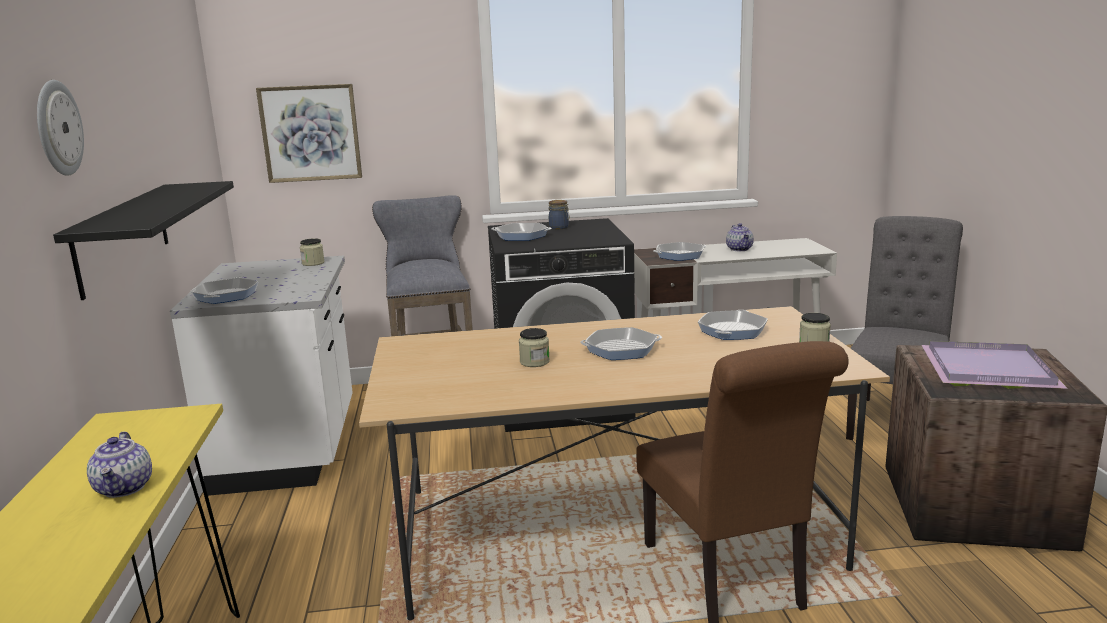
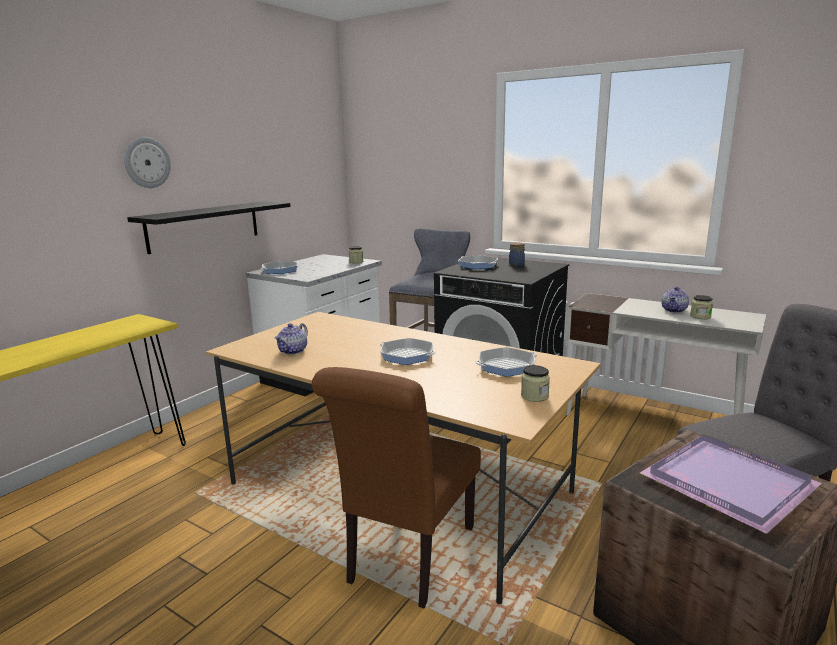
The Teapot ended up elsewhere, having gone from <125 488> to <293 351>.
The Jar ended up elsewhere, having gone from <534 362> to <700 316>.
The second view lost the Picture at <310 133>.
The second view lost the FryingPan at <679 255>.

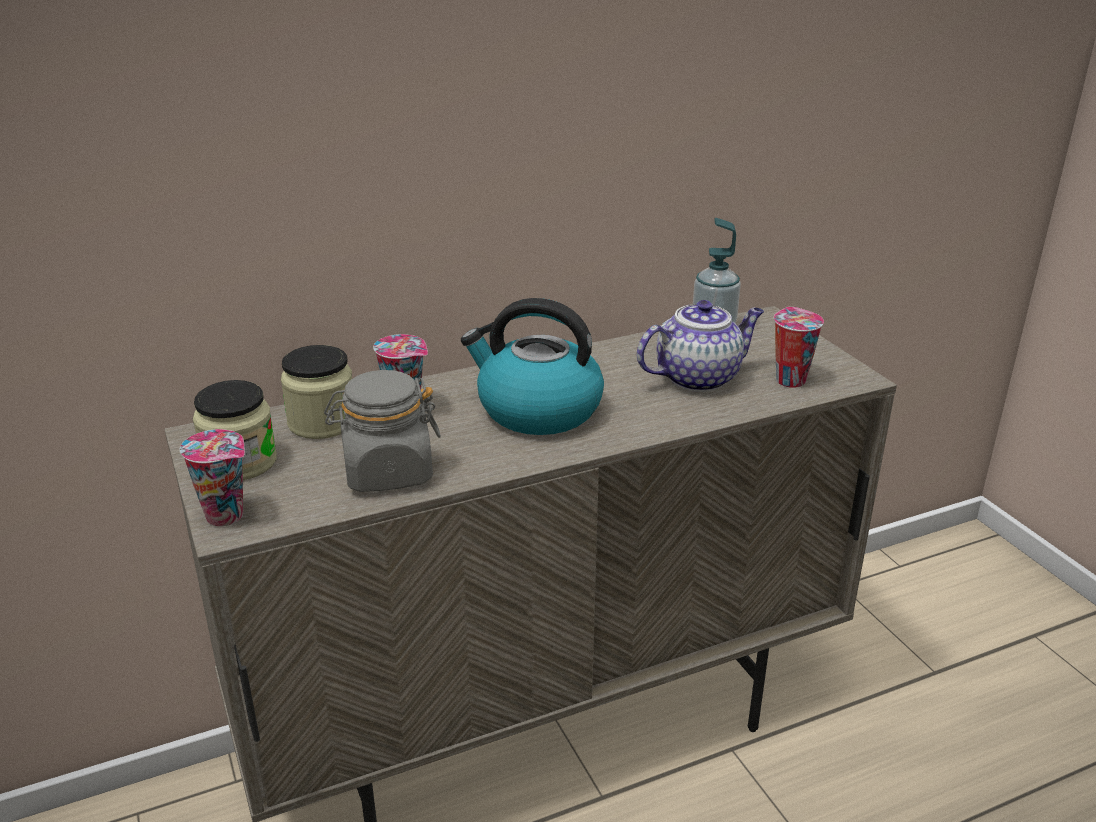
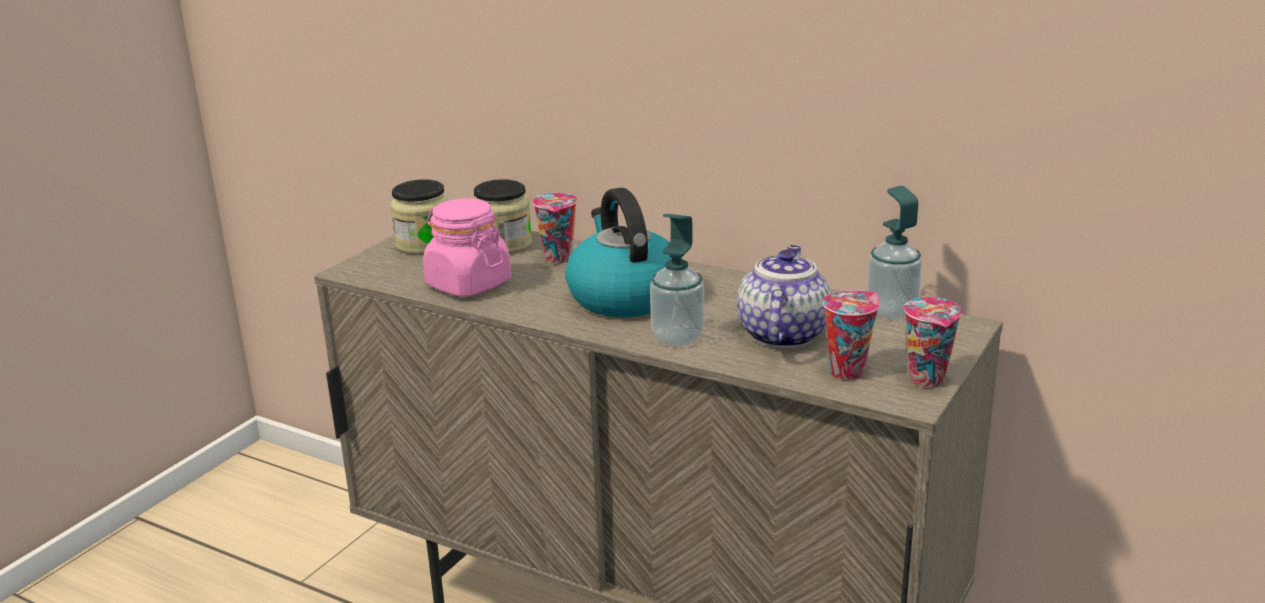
What was the GreyJar at <387 472> turned into the PinkJar at <468 284>.
The second view gained the SoapDispenser at <677 338>.
The Teapot at <698 377> ended up facing another way, 105 degrees counterclockwise from before.
The Cup ended up elsewhere, having gone from <228 516> to <929 380>.

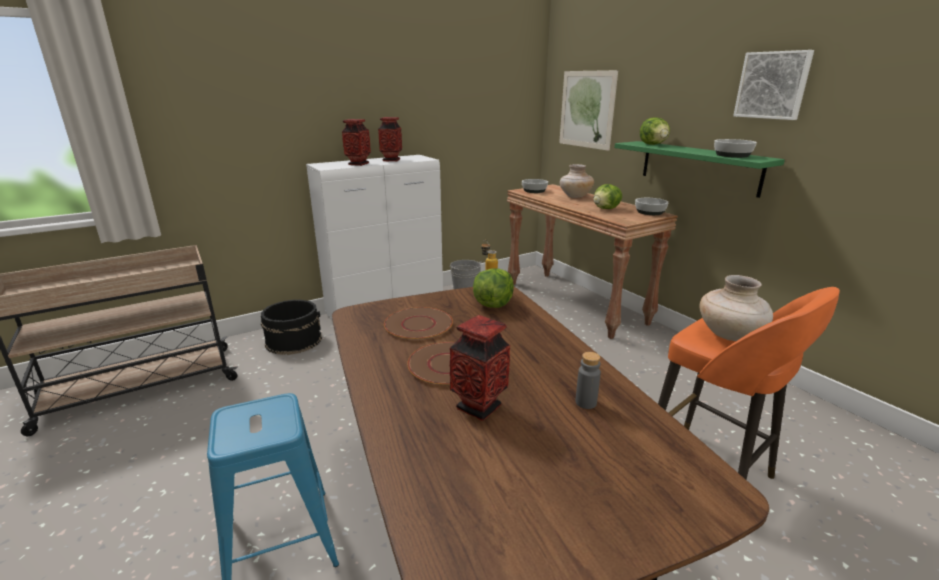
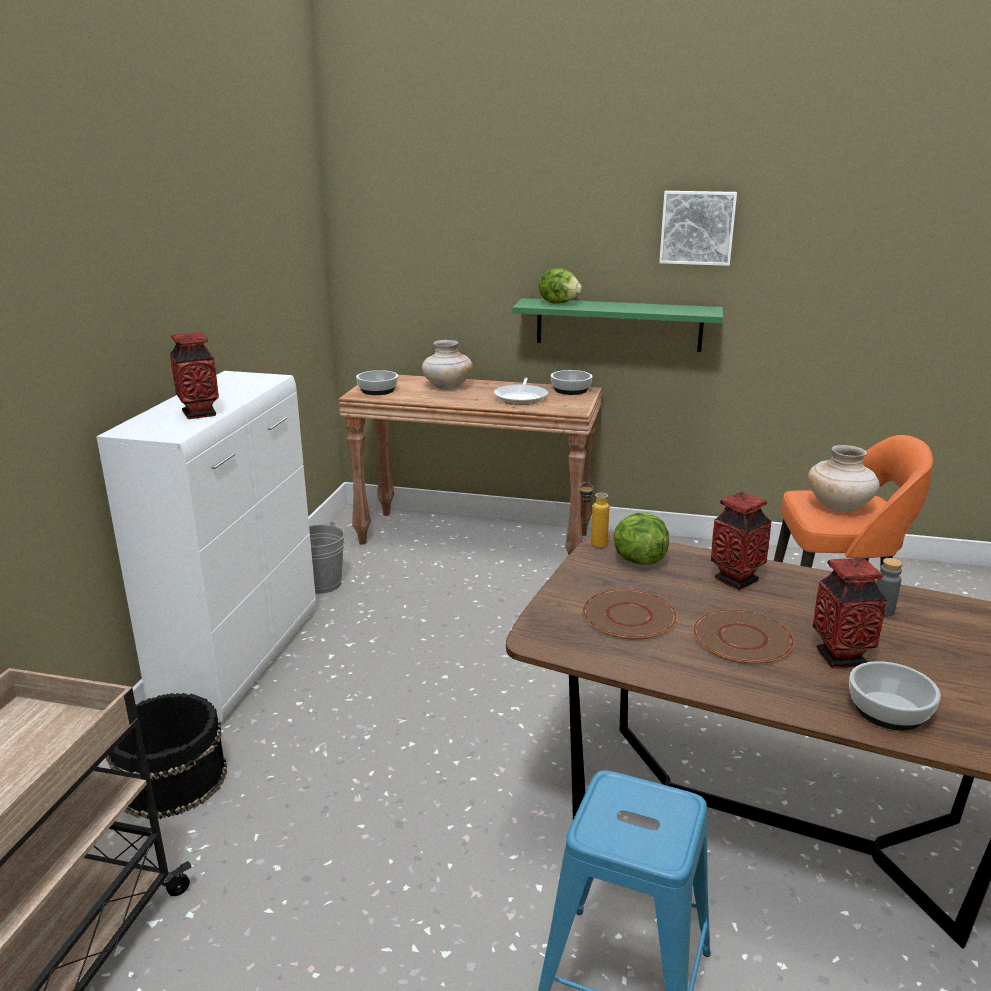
Where the Lettuce stood at <606 209>, the FryingPan came to stand at <521 397>.
The Vase ended up elsewhere, having gone from <391 160> to <736 580>.
The Bowl ended up elsewhere, having gone from <732 155> to <889 711>.
The second view lost the Picture at <586 109>.

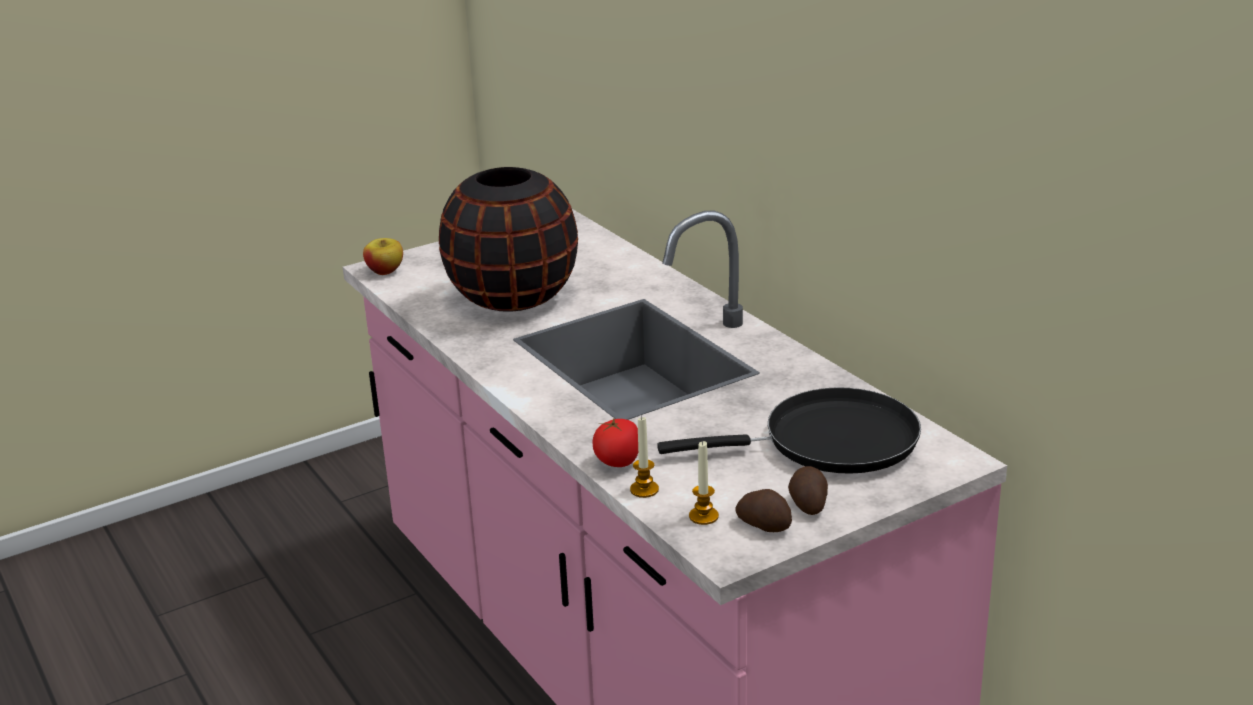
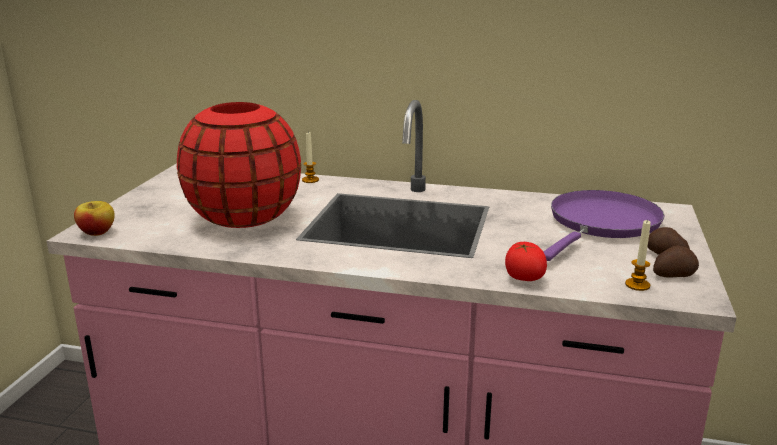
What was the BlackVase at <513 298> turned into the RedVase at <244 217>.
The Candle ended up elsewhere, having gone from <644 490> to <310 180>.
What was the BlackFryingPan at <829 442> turned into the PurpleFryingPan at <601 224>.

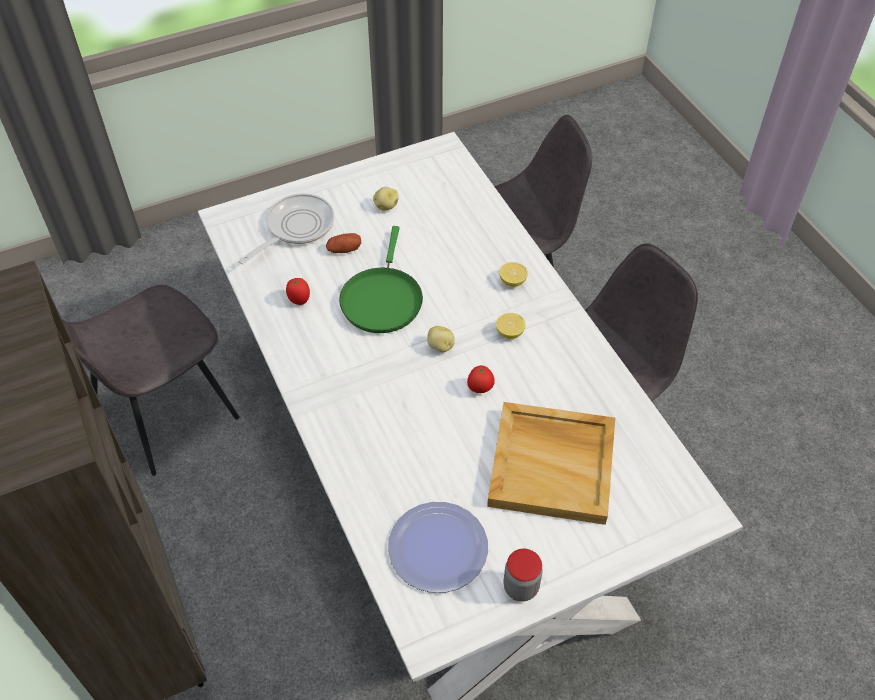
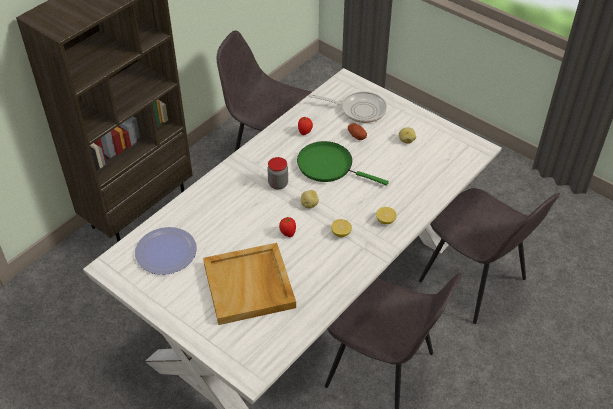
The Jar ended up elsewhere, having gone from <521 587> to <278 184>.
The GreenFryingPan at <382 299> ended up facing another way, 45 degrees clockwise from before.

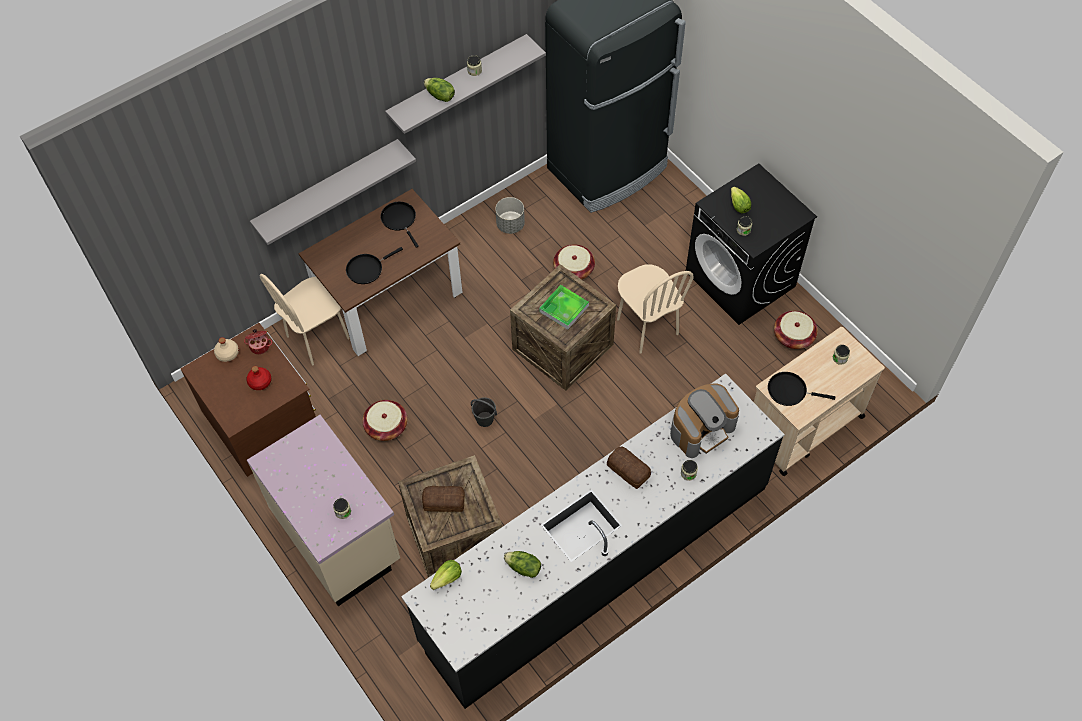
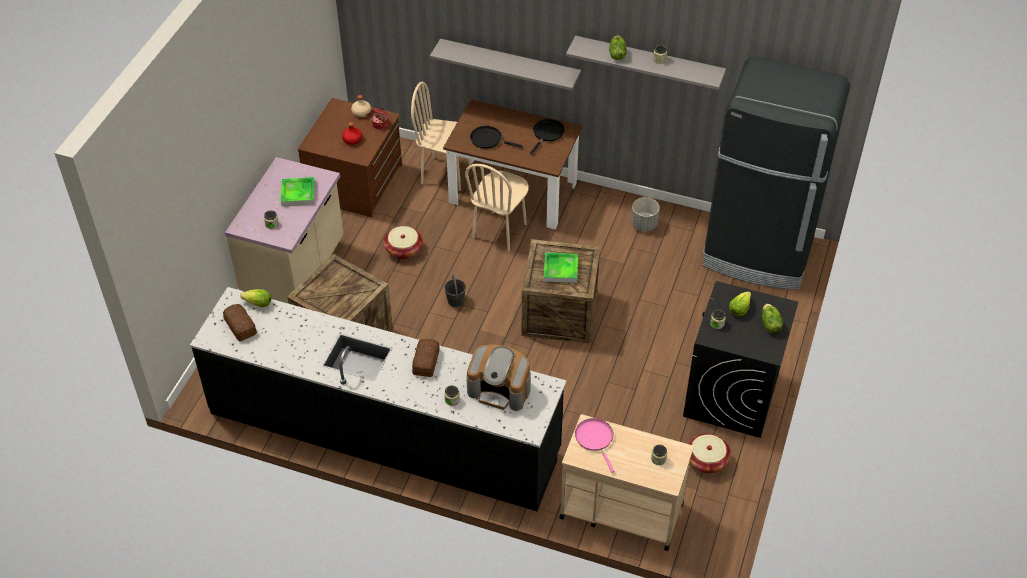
The Bread ended up elsewhere, having gone from <443 501> to <240 326>.
The second view gained the Tray at <298 193>.
The BeigeChair ended up elsewhere, having gone from <647 327> to <500 231>.
What was the BlackFryingPan at <790 391> turned into the PinkFryingPan at <595 439>.
The Lettuce ended up elsewhere, having gone from <523 568> to <769 324>.
The second view lost the Basket at <573 269>.

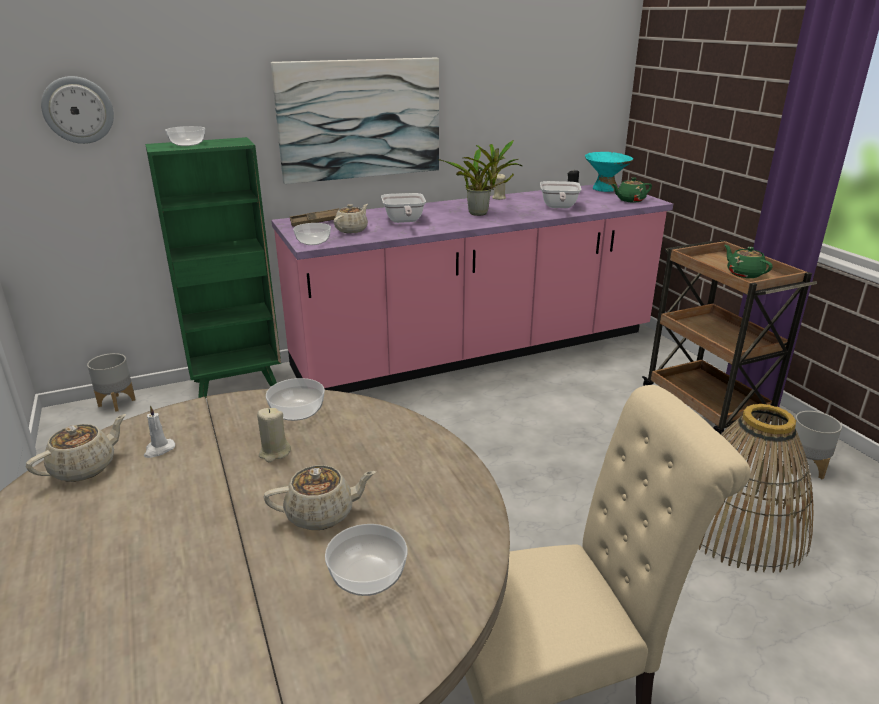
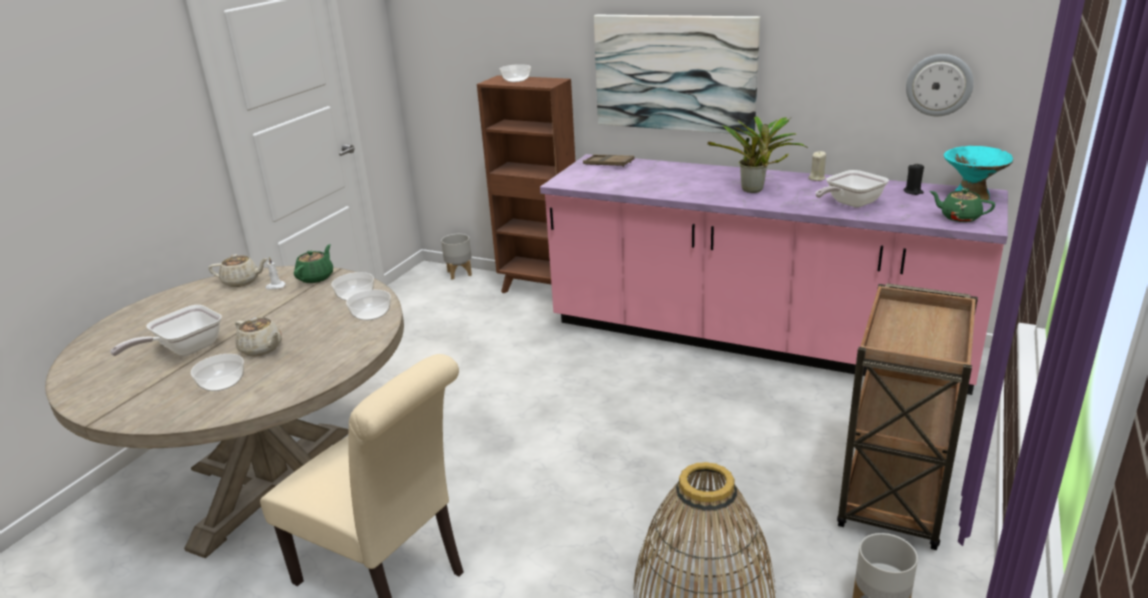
The FryingPan ended up elsewhere, having gone from <403 221> to <184 350>.
The GreenTeapot ended up elsewhere, having gone from <744 274> to <316 277>.
The Bowl ended up elsewhere, having gone from <314 242> to <371 314>.
What was the GreenBookcase at <237 383> turned into the BrownBookcase at <540 289>.
The WallClock ended up elsewhere, having gone from <78 110> to <939 85>.
The second view lost the BeigeCandle at <274 453>.
The second view lost the BeigeTeapot at <352 230>.

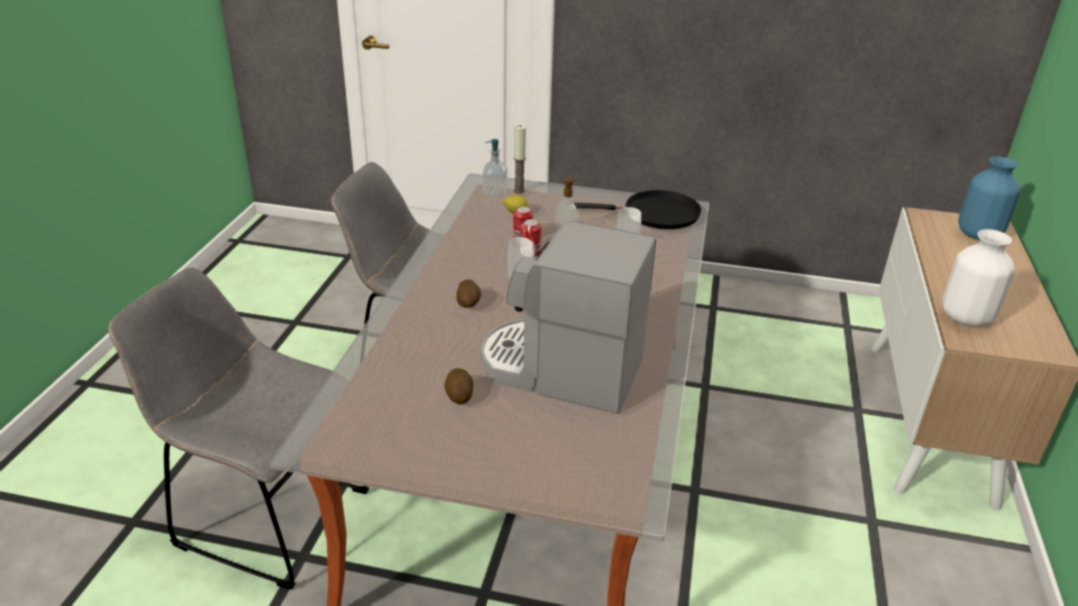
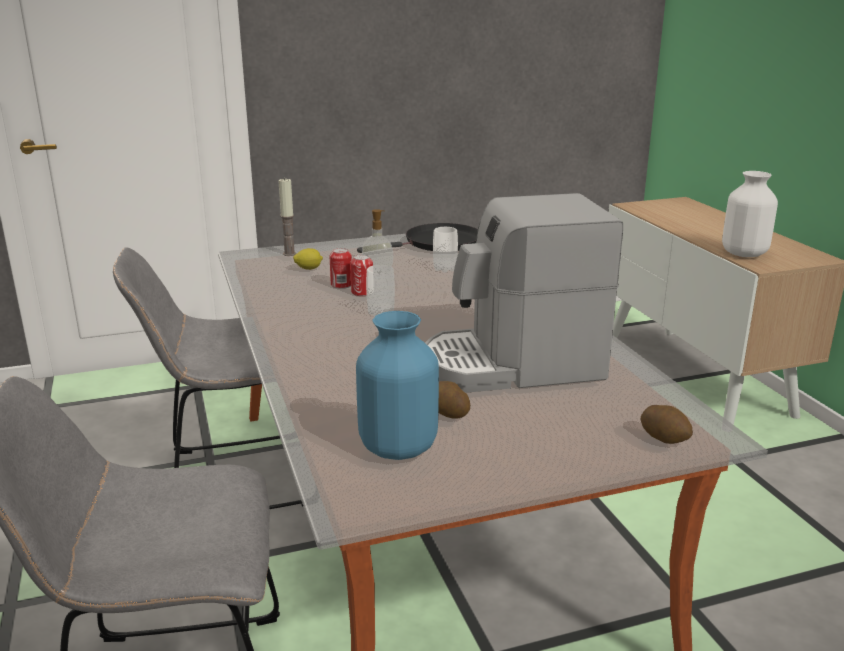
The BlueVase ended up elsewhere, having gone from <978 235> to <398 448>.
The Potato ended up elsewhere, having gone from <468 303> to <664 438>.
The second view lost the SoapDispenser at <495 191>.

